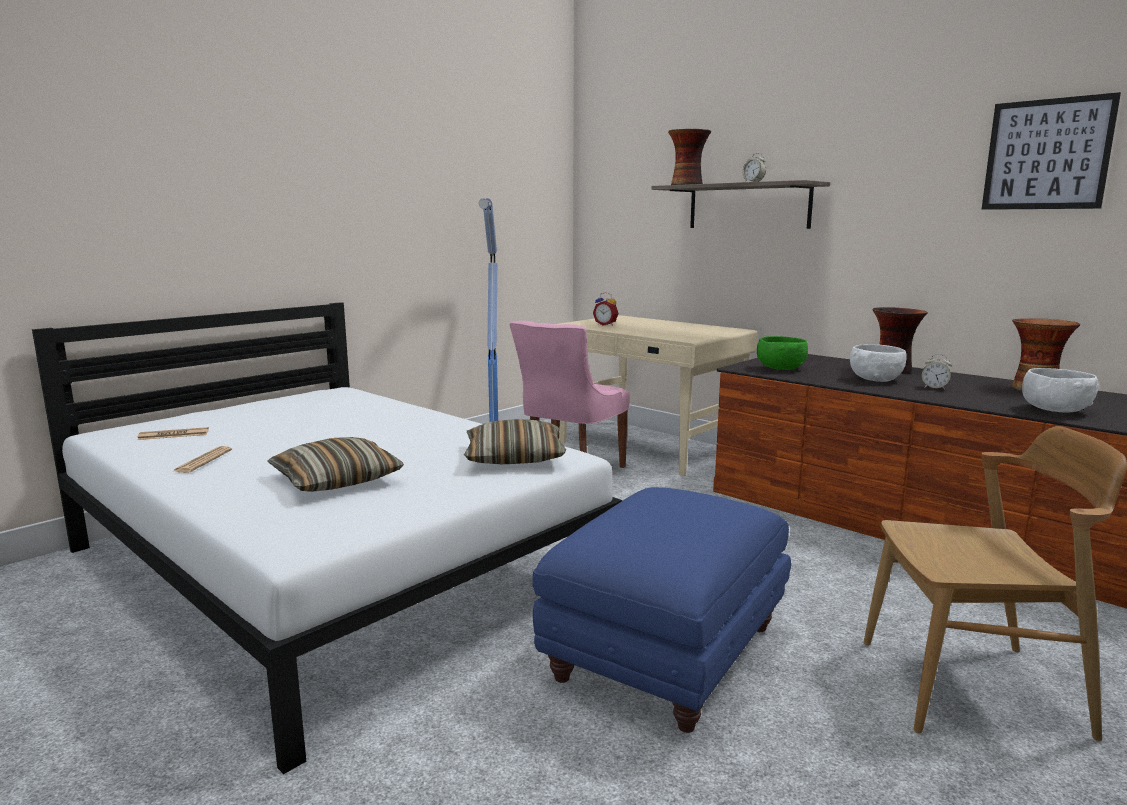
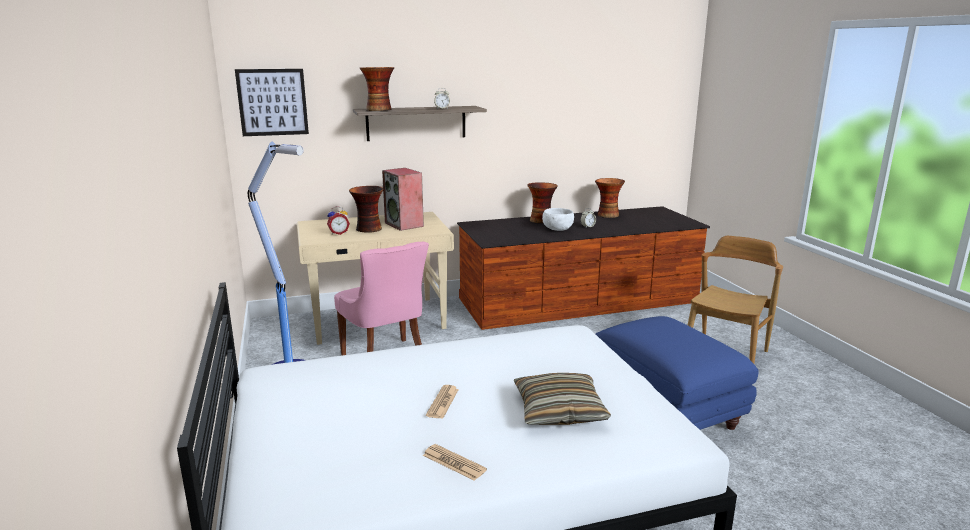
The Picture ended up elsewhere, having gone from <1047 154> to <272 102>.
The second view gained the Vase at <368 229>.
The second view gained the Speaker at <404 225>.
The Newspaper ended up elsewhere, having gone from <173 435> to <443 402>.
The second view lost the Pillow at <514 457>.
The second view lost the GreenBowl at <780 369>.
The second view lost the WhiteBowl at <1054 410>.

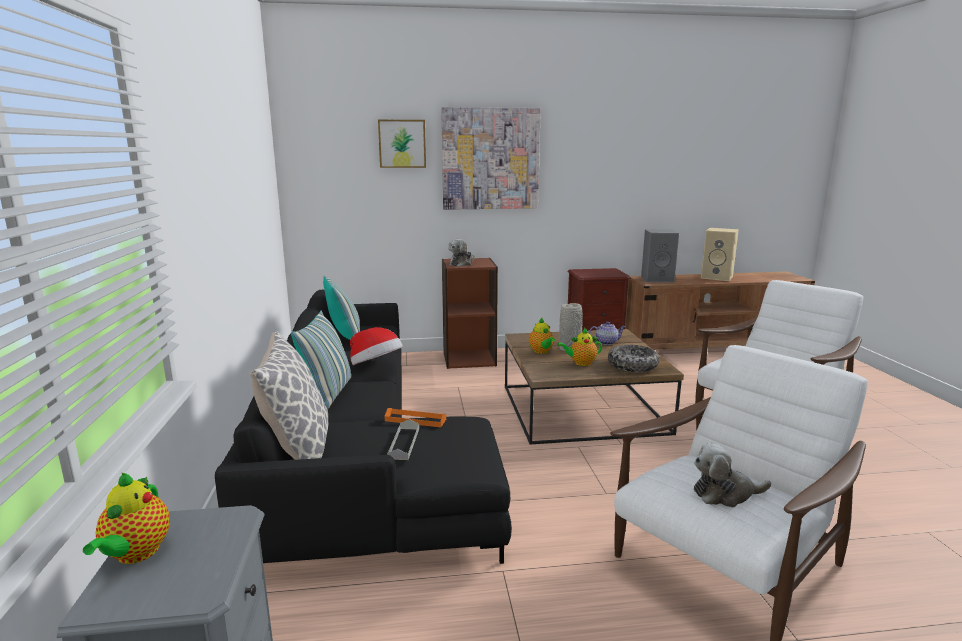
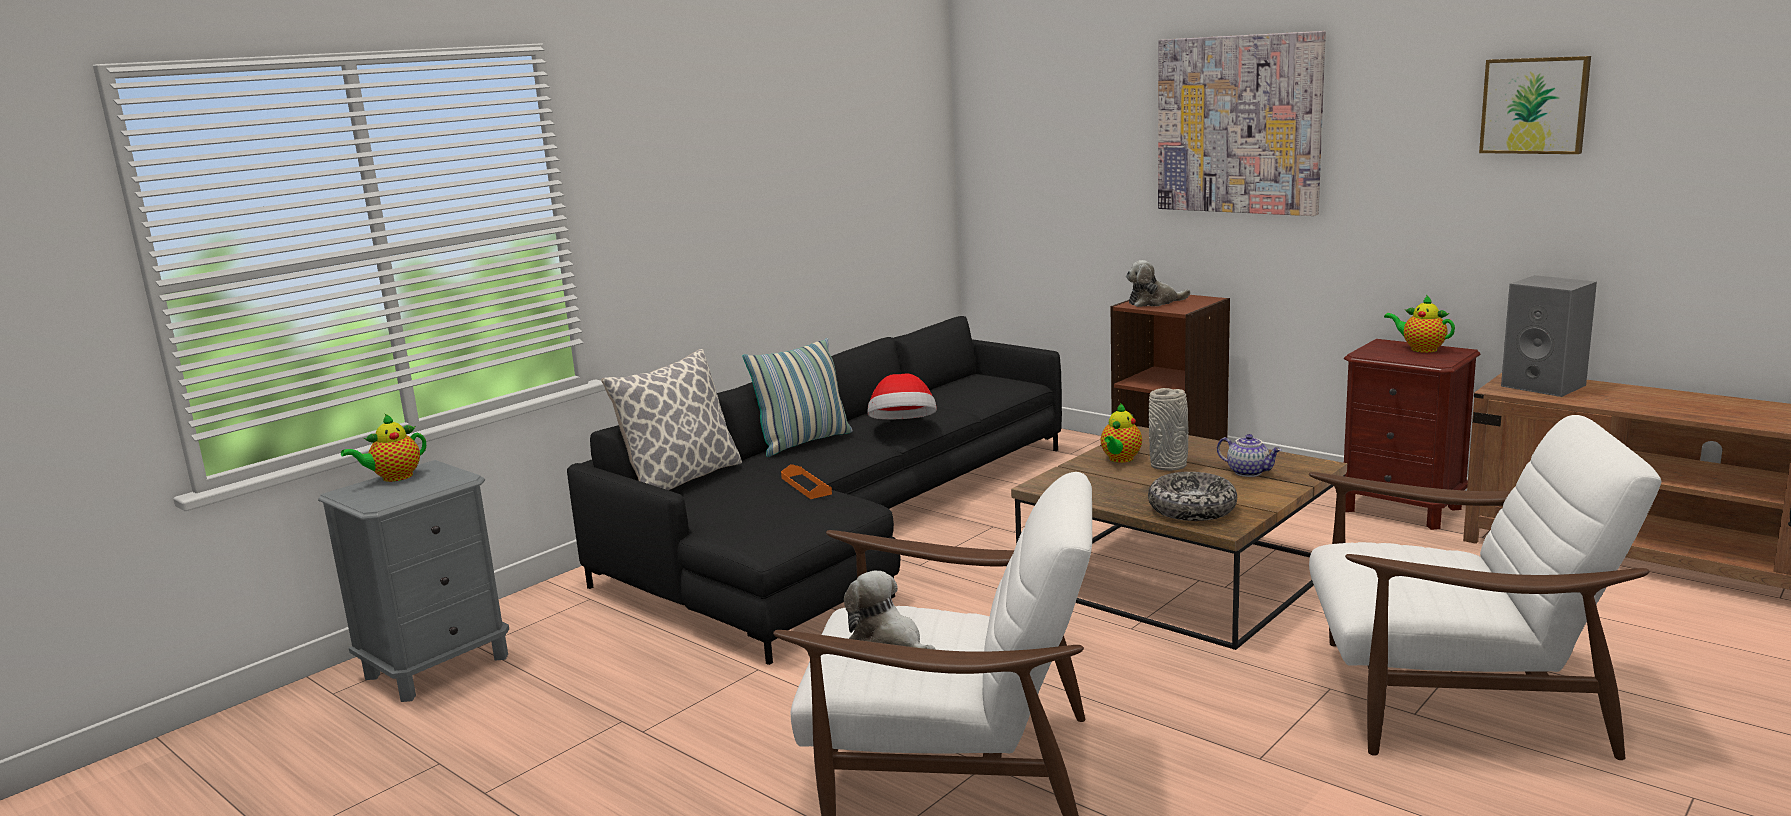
The Teapot ended up elsewhere, having gone from <581 363> to <1420 349>.
The Picture ended up elsewhere, having gone from <402 143> to <1535 105>.
The second view lost the Pillow at <345 337>.
The second view lost the GreyTray at <404 443>.
The second view lost the BeigeSpeaker at <717 277>.

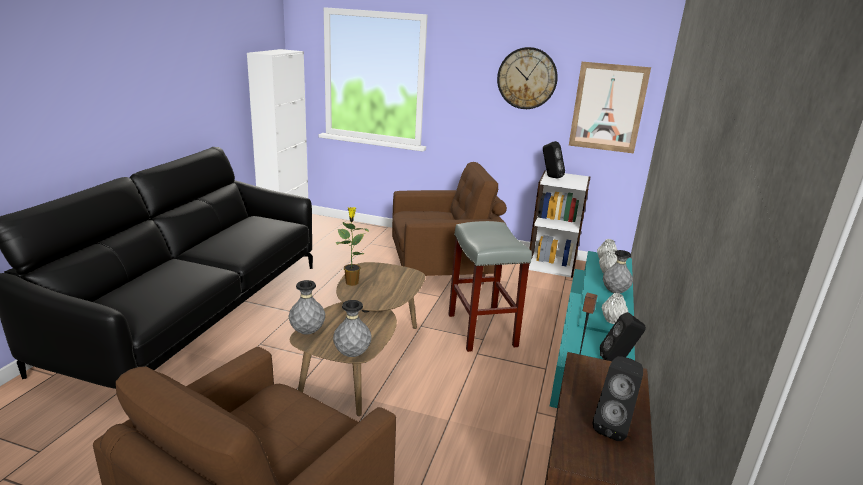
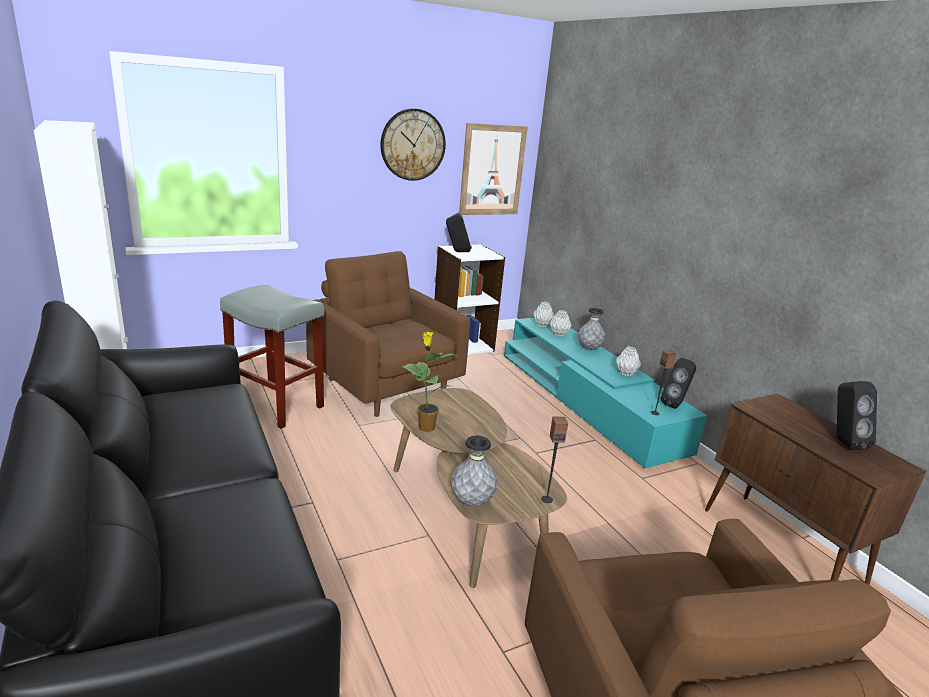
The GreyStool ended up elsewhere, having gone from <482 330> to <277 405>.
The BrownArmchair at <443 270> ended up facing another way, 75 degrees counterclockwise from before.
Where the GreyVase stood at <352 354>, the Speaker came to stand at <547 499>.

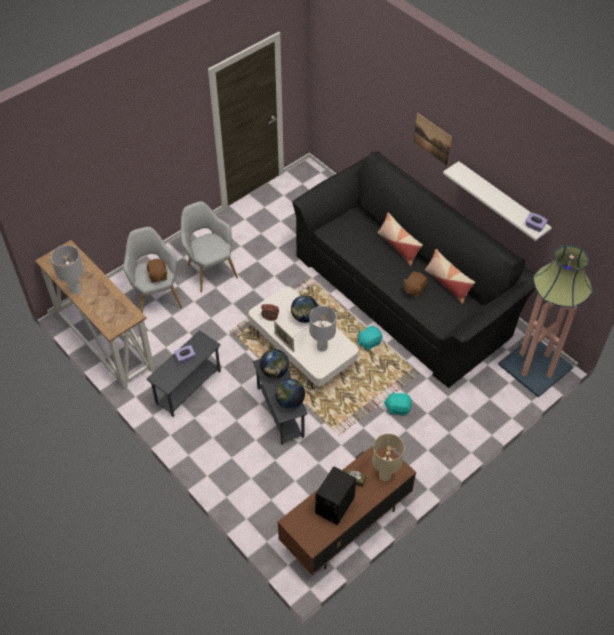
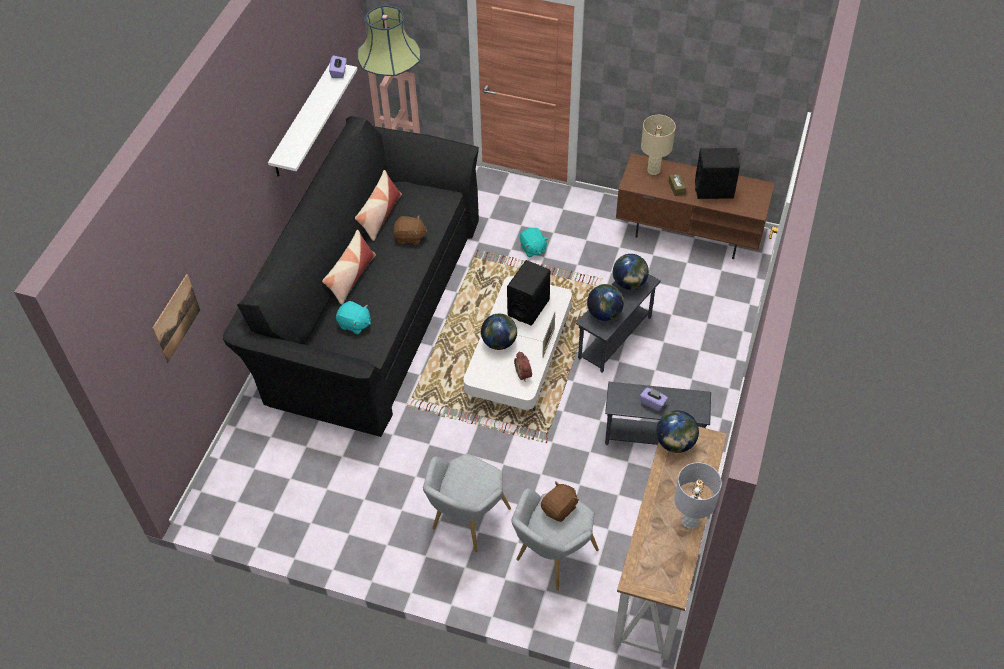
The Picture ended up elsewhere, having gone from <432 139> to <176 318>.
The TurquoisePlushToy ended up elsewhere, having gone from <369 342> to <354 324>.
Where the GreyTableLamp stood at <322 347>, the BlackSpeaker came to stand at <528 307>.
The second view gained the Globe at <675 443>.

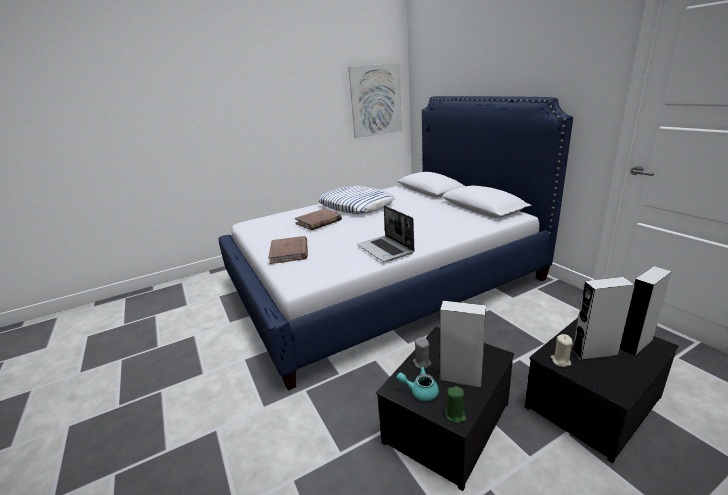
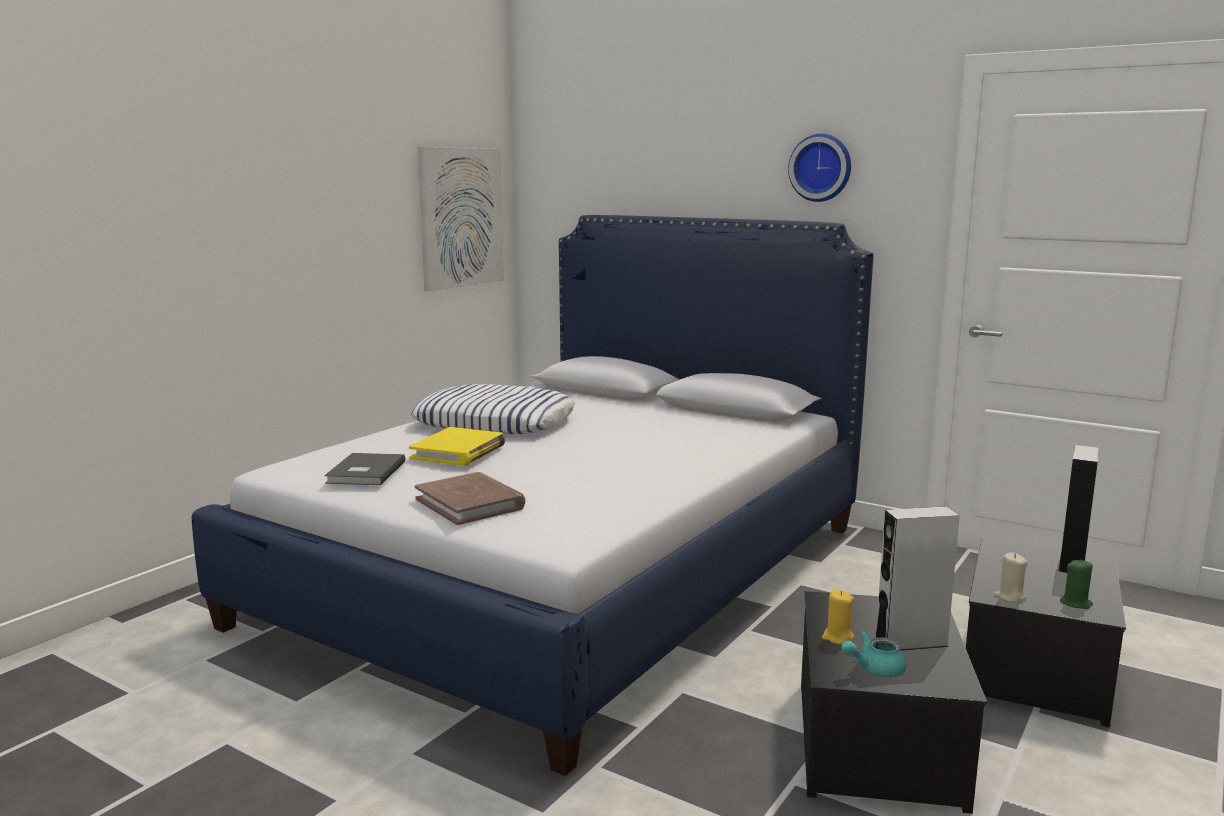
The second view gained the GreyBook at <363 472>.
What was the BrownBook at <318 221> turned into the YellowBook at <458 451>.
The second view gained the WallClock at <821 168>.
What was the GreyCandle at <422 363> turned into the YellowCandle at <837 638>.
The GreenCandle ended up elsewhere, having gone from <455 415> to <1076 603>.
The second view lost the Laptop at <386 249>.
The second view lost the GreySpeaker at <594 352>.

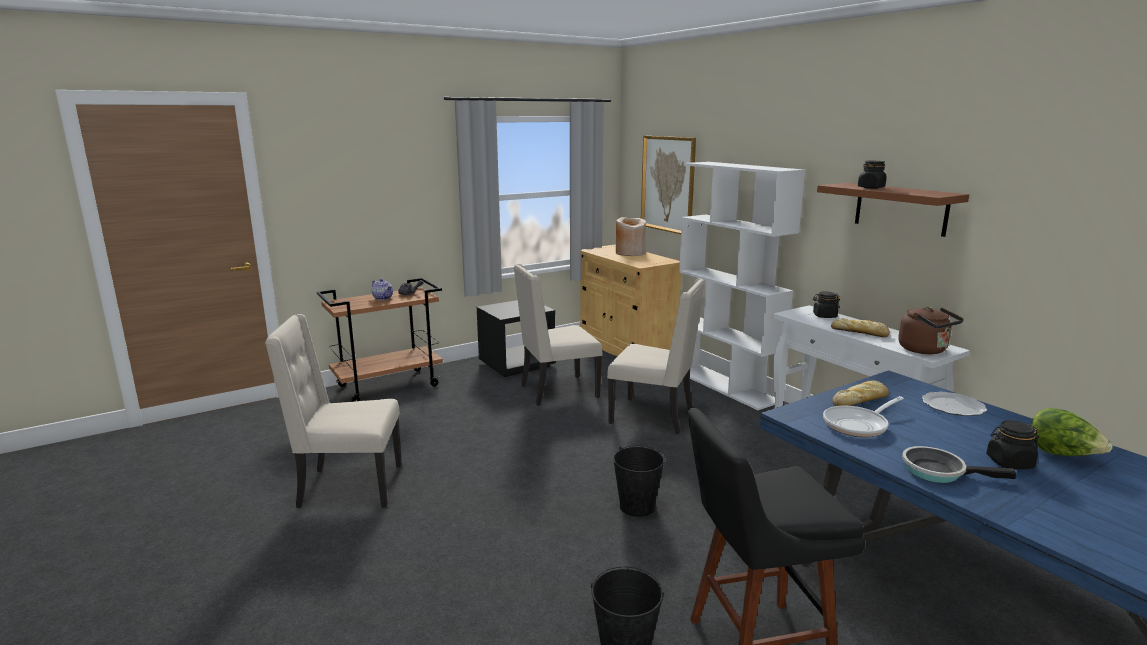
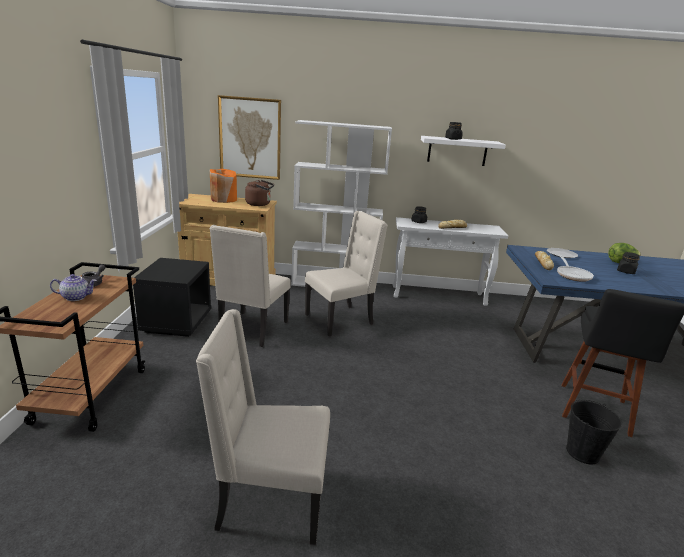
The BeigeChair at <348 487> ended up facing another way, 60 degrees clockwise from before.
What was the BeigeVase at <630 253> turned into the OrangeVase at <223 199>.
The BrownKettle ended up elsewhere, having gone from <925 350> to <259 204>.
What was the BrownShelf at <900 209> turned into the WhiteShelf at <457 151>.
The second view lost the BlackBucket at <637 506>.
The second view lost the FryingPan at <938 471>.

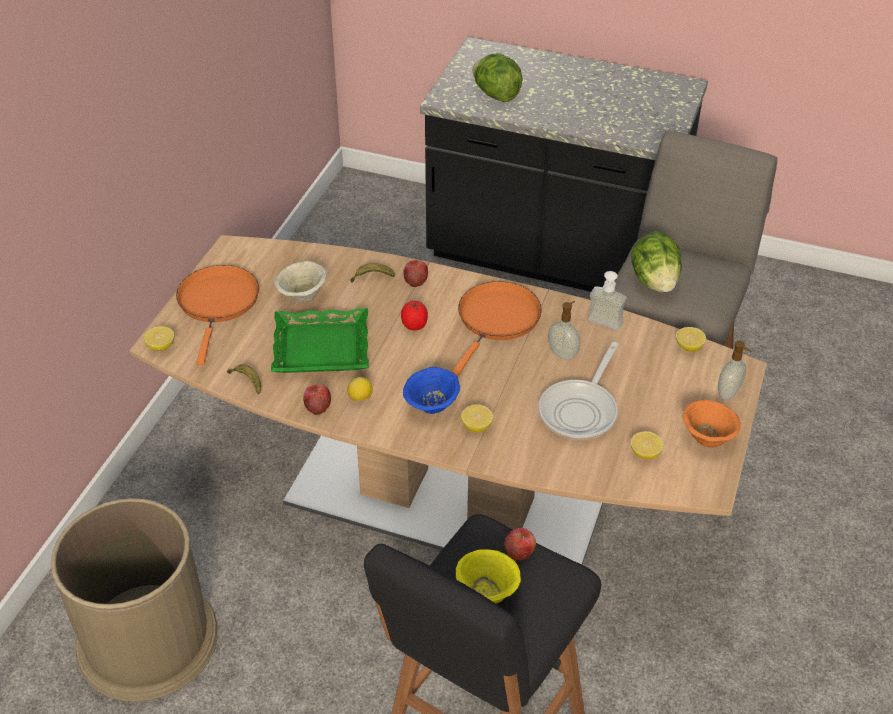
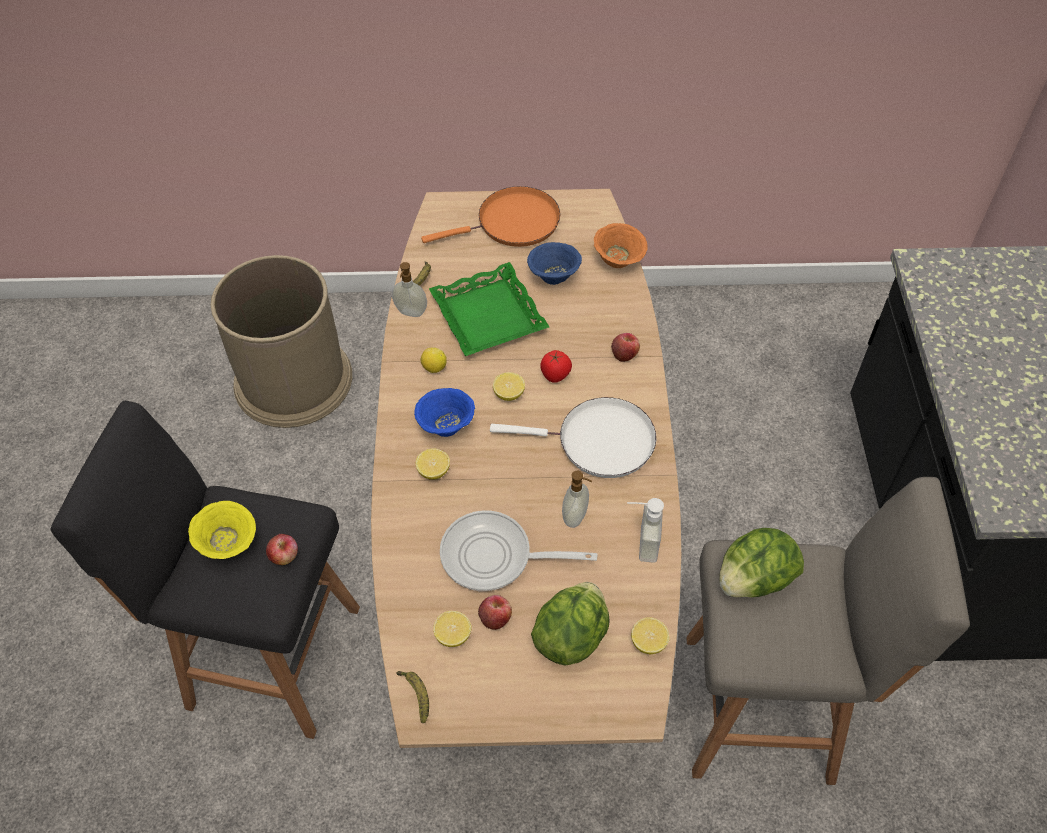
The SoapDispenser ended up elsewhere, having gone from <729 393> to <410 312>.
The Banana ended up elsewhere, having gone from <372 277> to <416 695>.
The Apple ended up elsewhere, having gone from <317 407> to <495 618>.
What was the OrangeFryingPan at <497 320> turned into the WhiteFryingPan at <599 442>.
The Lemon ended up elsewhere, having gone from <161 346> to <509 394>.
What was the BeigeBowl at <303 296> turned into the BlueBowl at <553 277>.
The Lettuce ended up elsewhere, having gone from <496 95> to <572 636>.
The OrangeBowl ended up elsewhere, having gone from <706 438> to <618 260>.

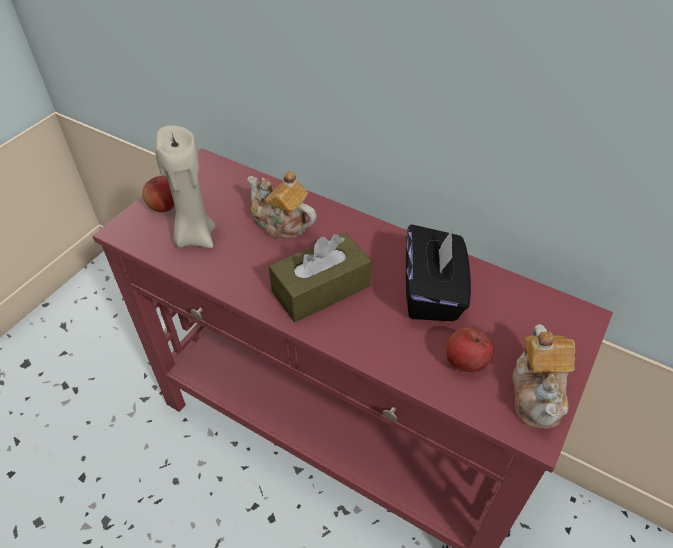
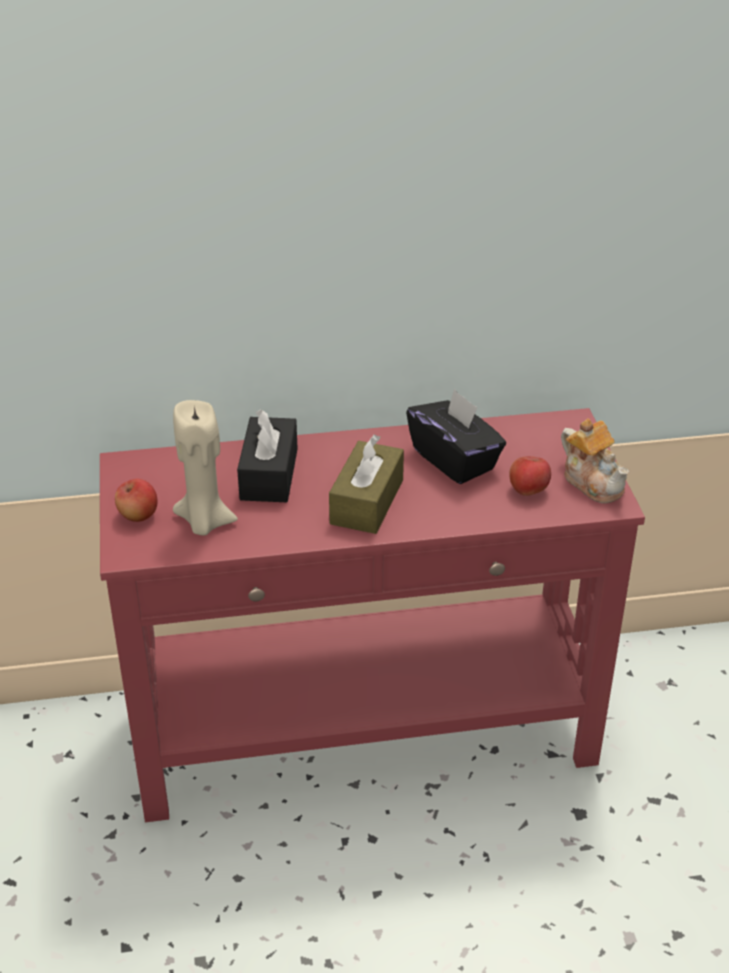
Where the Teapot stood at <281 223>, the BlackTissueBox came to stand at <269 474>.

